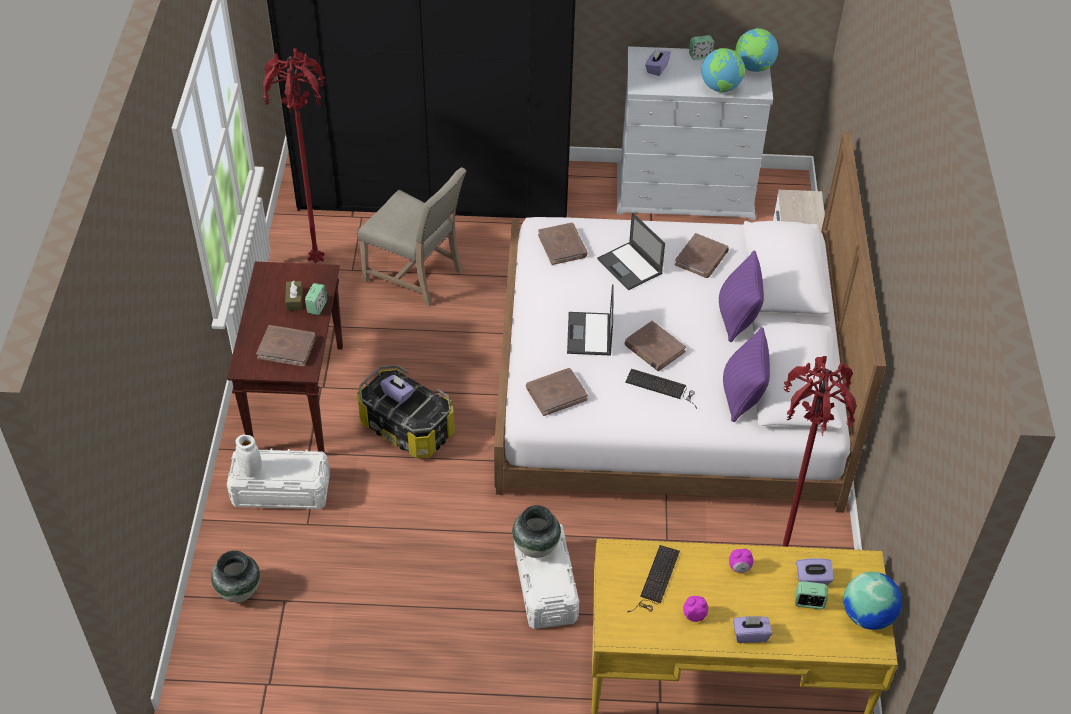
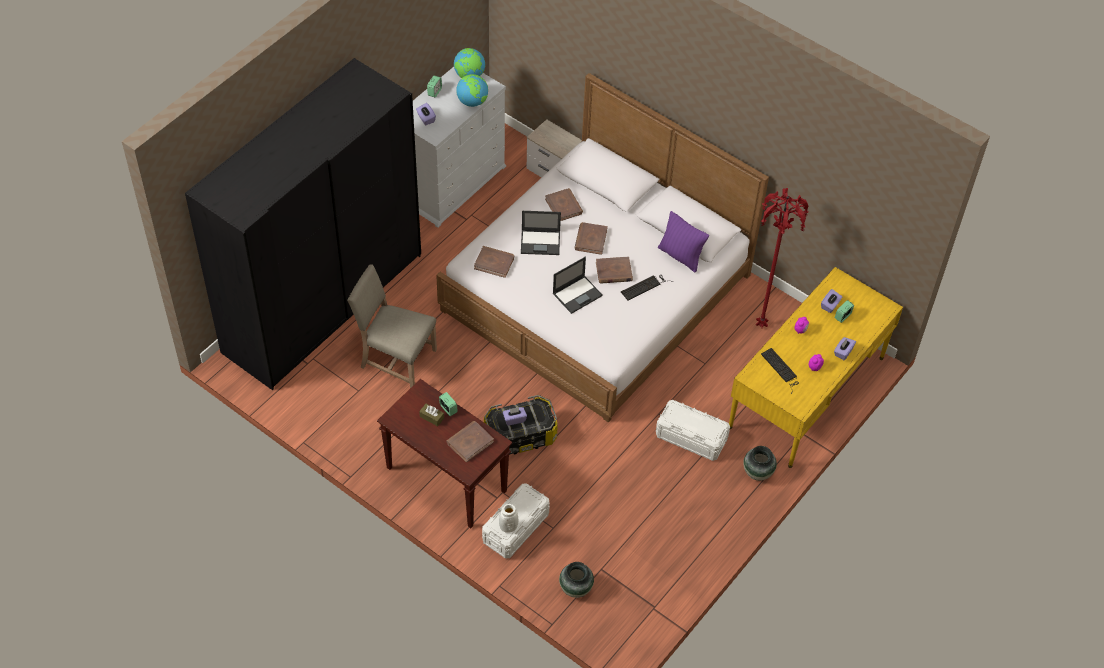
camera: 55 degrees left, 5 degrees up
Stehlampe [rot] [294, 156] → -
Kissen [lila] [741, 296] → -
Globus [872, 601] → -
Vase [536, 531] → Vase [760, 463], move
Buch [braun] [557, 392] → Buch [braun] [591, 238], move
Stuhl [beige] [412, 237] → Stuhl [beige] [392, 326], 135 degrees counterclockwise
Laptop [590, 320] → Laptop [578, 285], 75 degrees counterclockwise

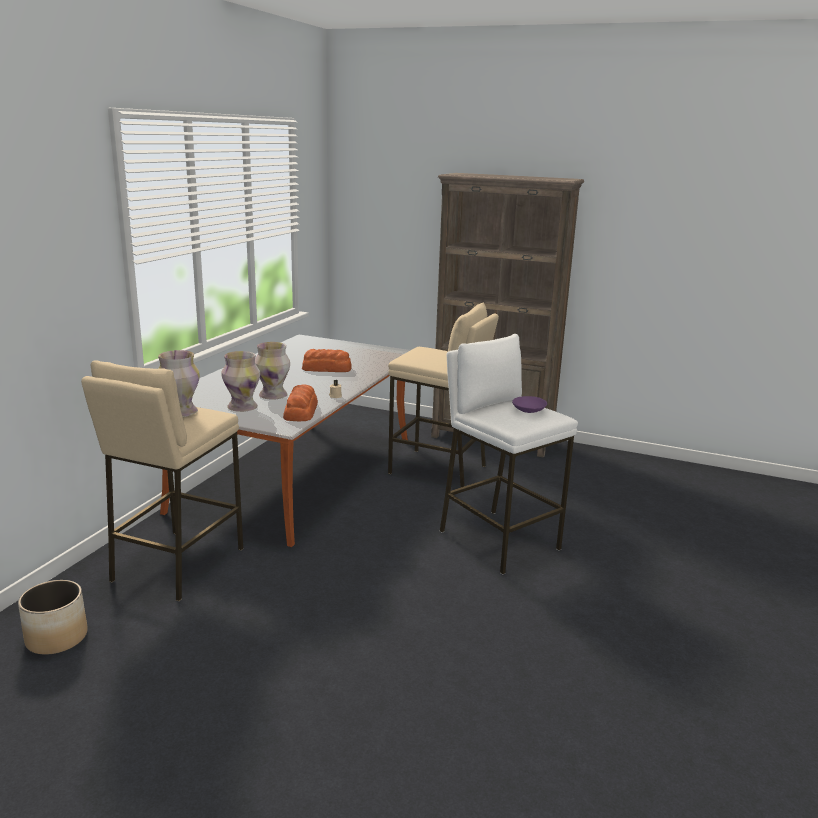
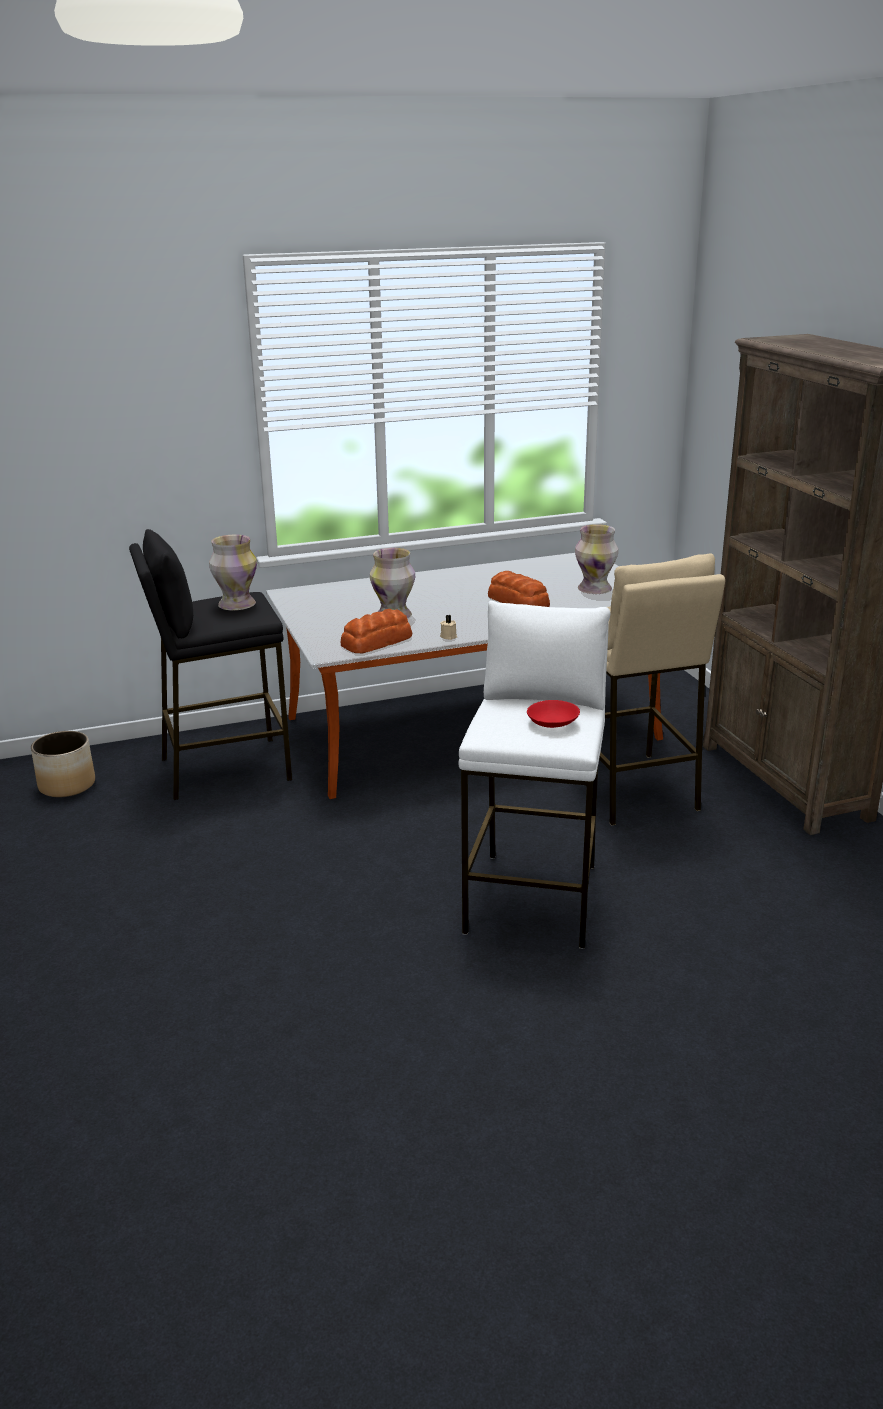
camera: 50 degrees right, 5 degrees up
Vase [241, 381] → Vase [596, 559], move
Hocker [beige] [162, 481] → Hocker [schwarz] [210, 664]
Schüssel [lila] [529, 404] → Schüssel [rot] [553, 714]

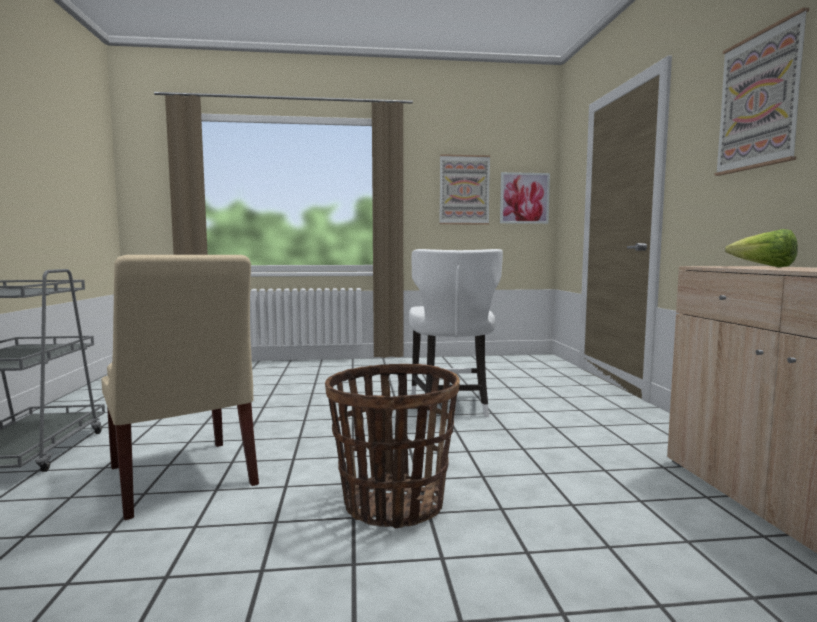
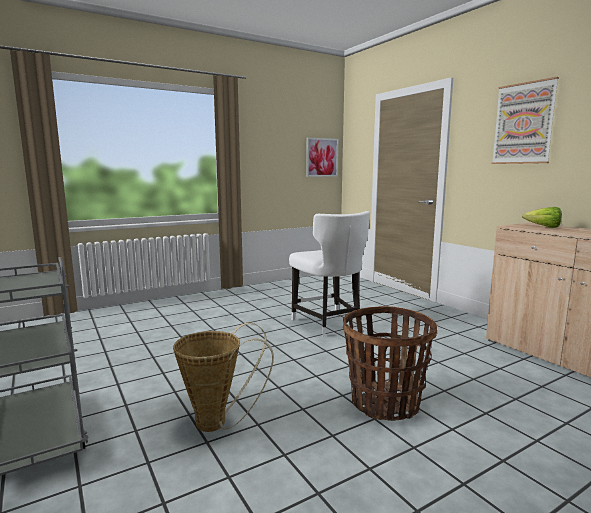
camera: 25 degrees left, 5 degrees up
Bild [464, 189] → -
Stuhl [beige] [180, 387] → Korb [223, 377]

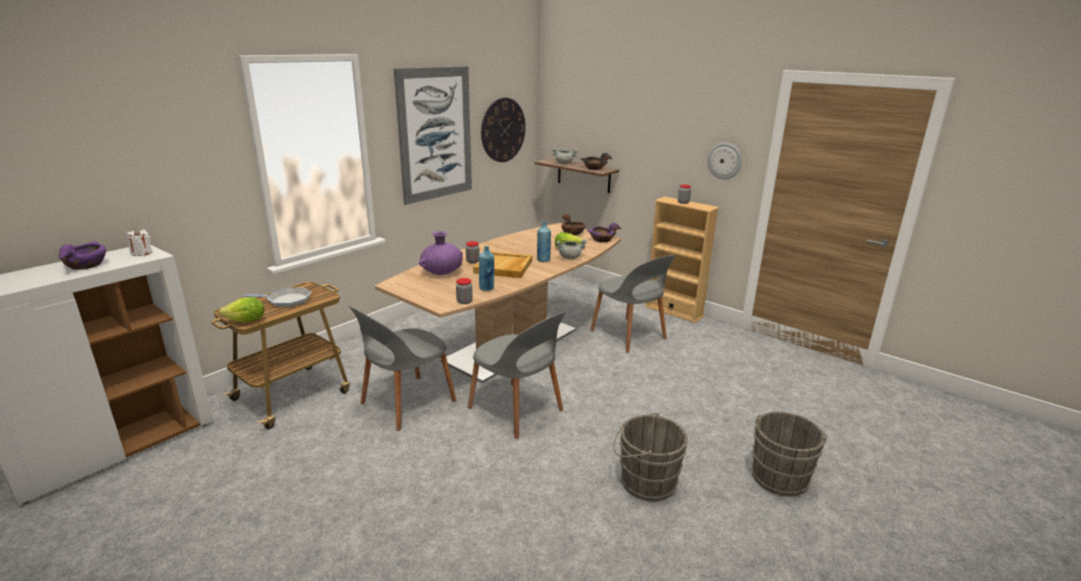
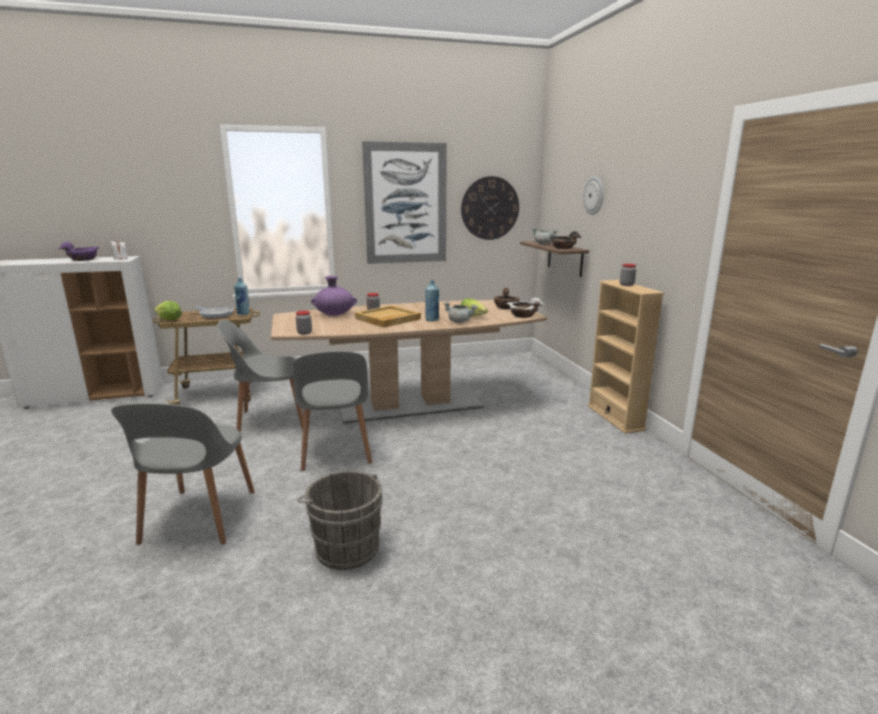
camera: 35 degrees right, 5 degrees down
Eimer [grau] [790, 454] → -
Flasche [blau] [486, 268] → Flasche [blau] [242, 296], move
Stuhl [grau] [632, 304] → Stuhl [grau] [183, 474], move
Wanduhr [724, 161] → Wanduhr [593, 195], move
Schüssel [lila] [604, 233] → Schüssel [weiß] [525, 308]

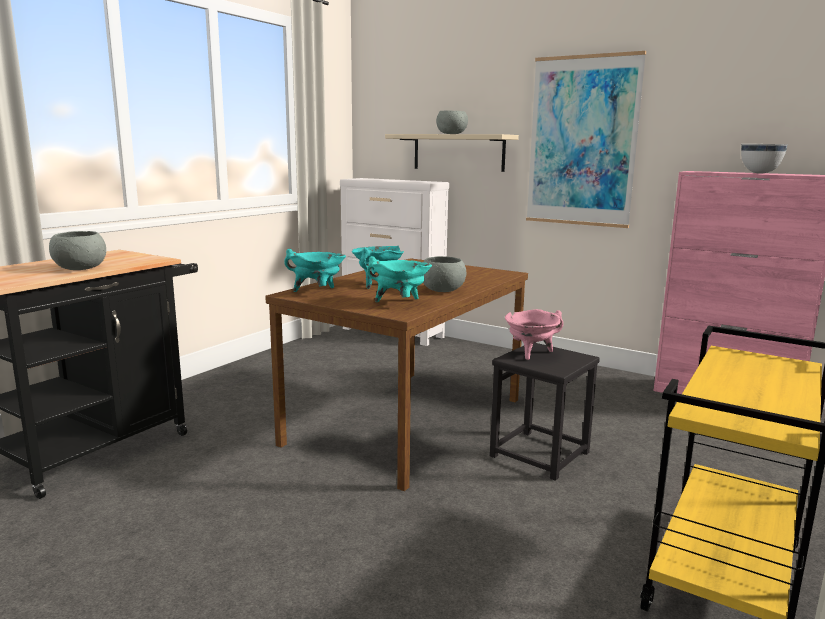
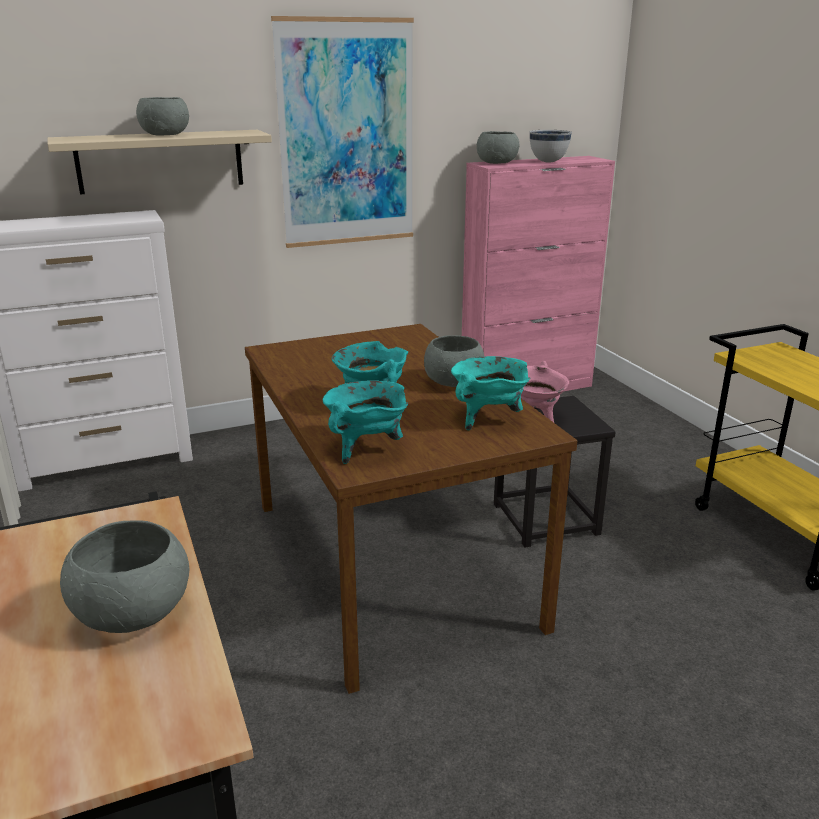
camera: 55 degrees left, 10 degrees up
- → Schüssel [grau] [498, 147]

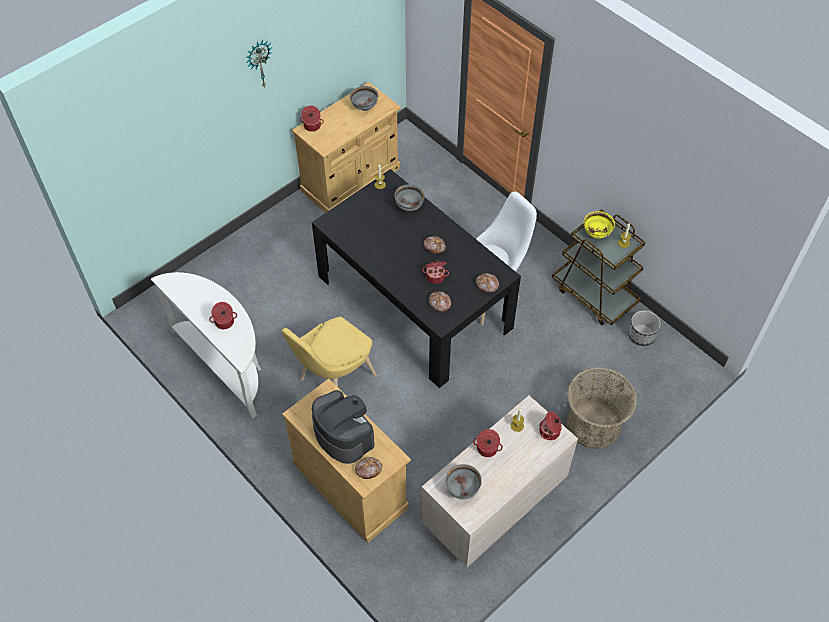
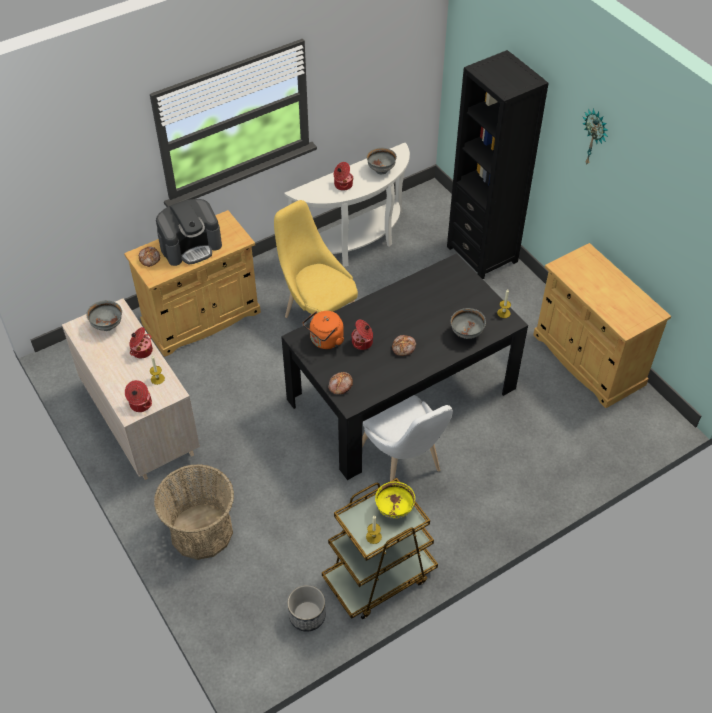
camera: 100 degrees right, 5 degrees down
Kochtopf [312, 118] → -
- → Bücherregal [schwarz] [498, 164]
Schüssel [grau] [364, 98] → Schüssel [grau] [381, 161], move
Brot [440, 301] → Wasserkessel [orange] [323, 330]

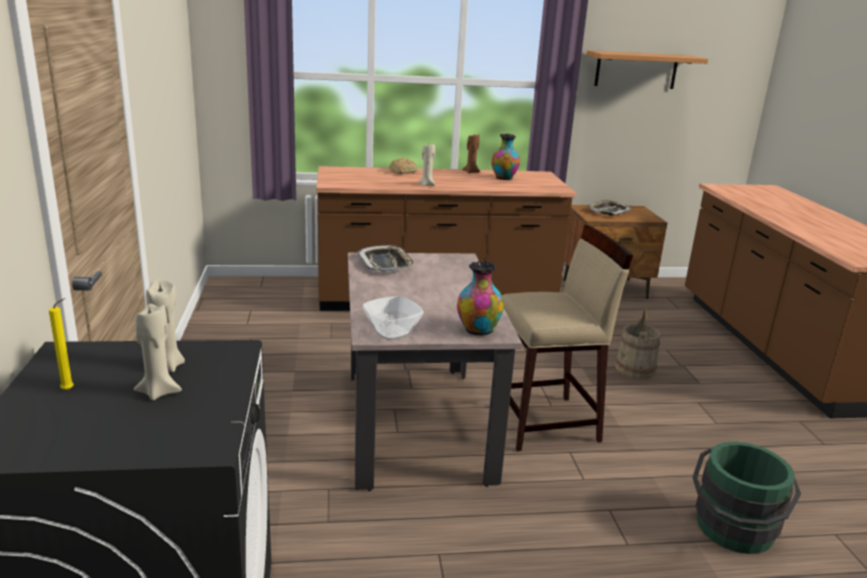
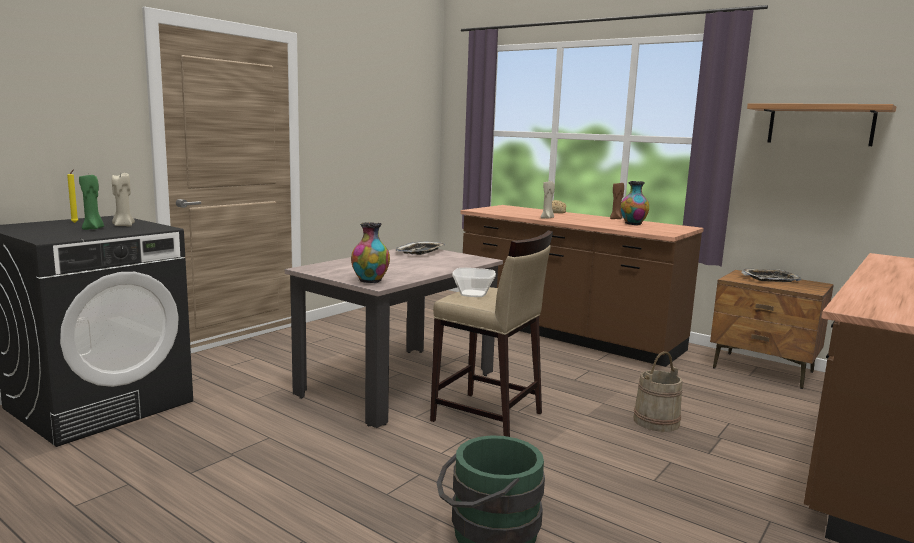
camera: 45 degrees right, 10 degrees down
Schüssel [393, 318] → Schüssel [474, 282], move
Kerze [beige] [158, 352] → Kerze [grün] [91, 202]

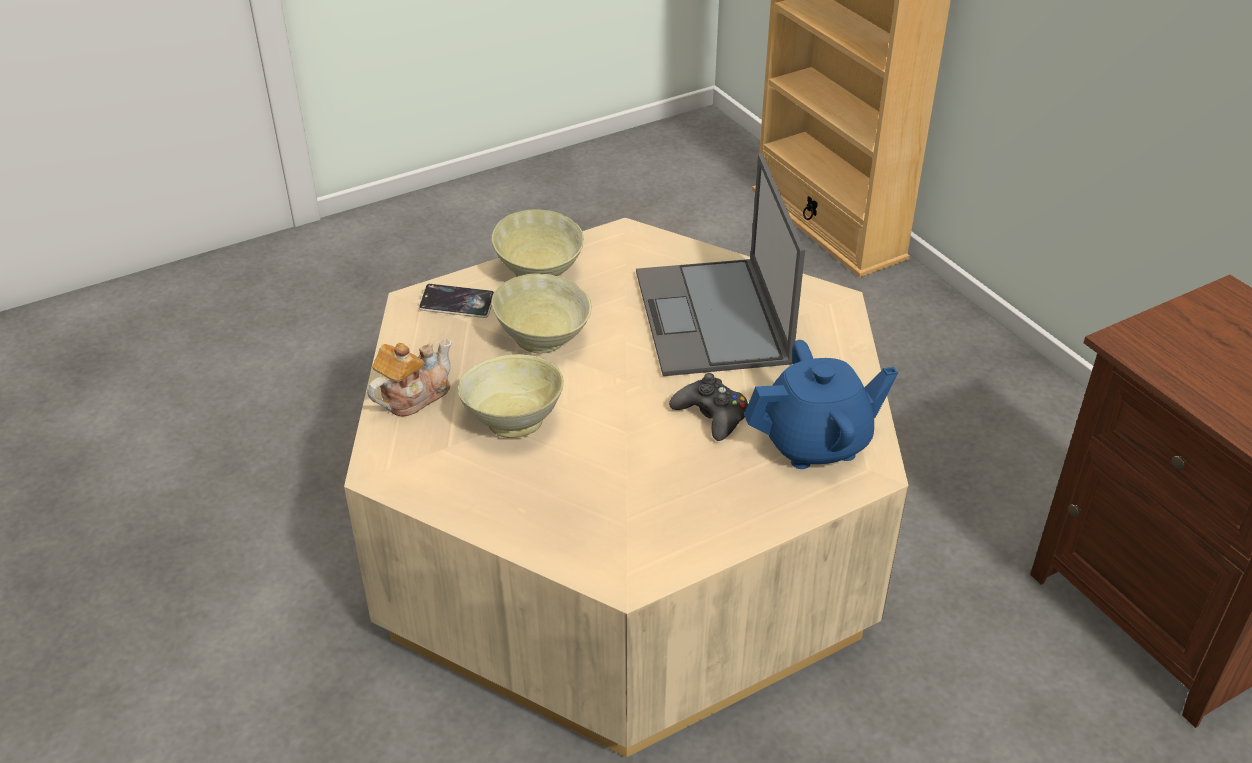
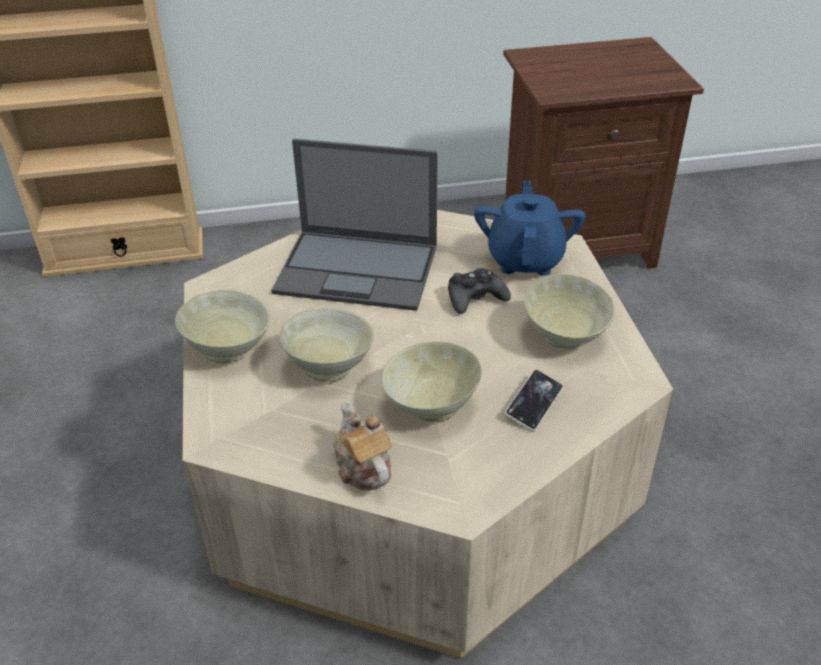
camera: 70 degrees left, 0 degrees up
- → Schüssel [beige] [569, 311]
Handy [456, 300] → Handy [534, 400], move

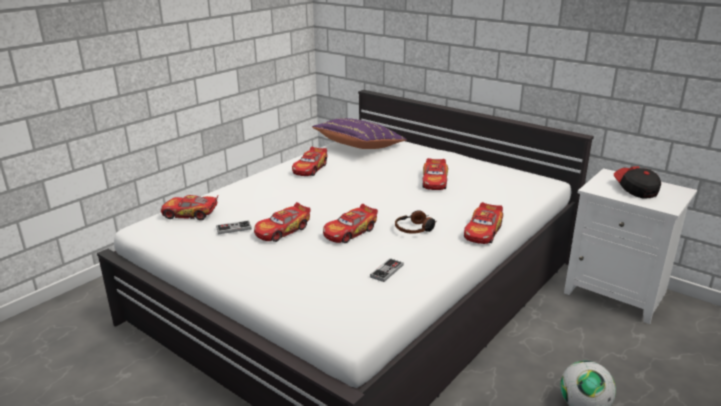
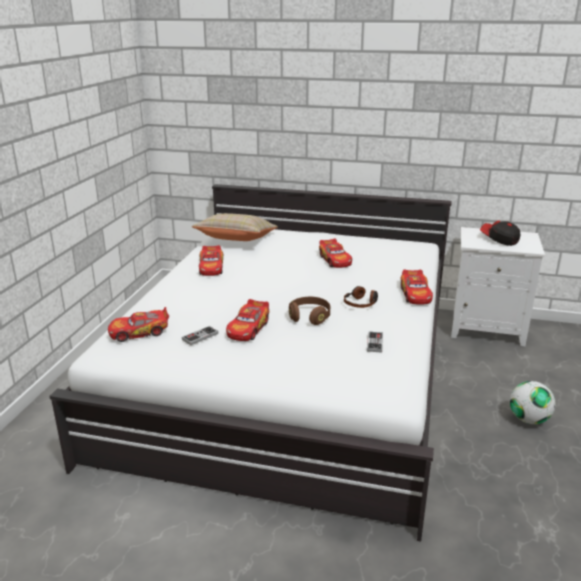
camera: 25 degrees left, 0 degrees up
Spielzeugauto [350, 223] → Kopfhörer [braun] [309, 311]
Kissen [lila] [359, 133] → Kissen [beige] [235, 227]

